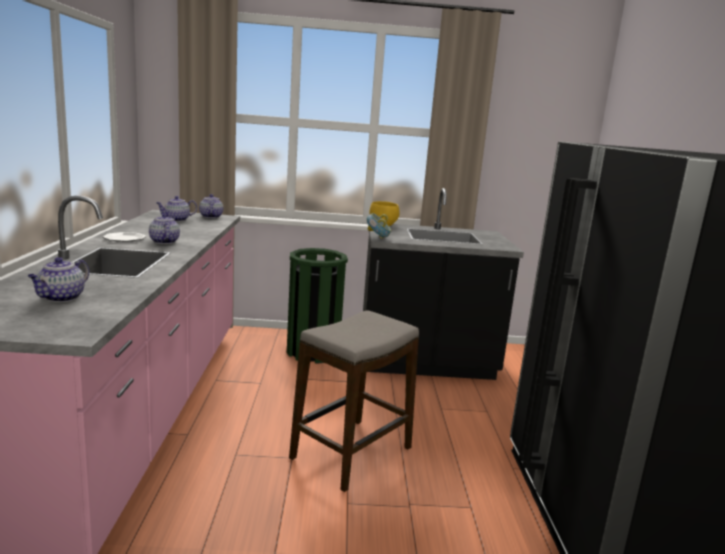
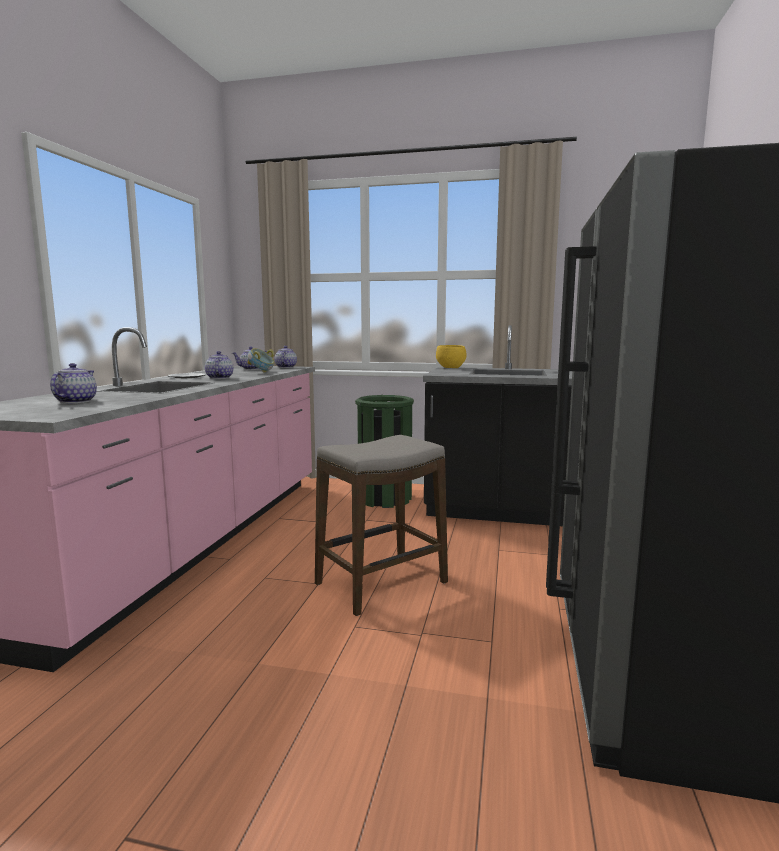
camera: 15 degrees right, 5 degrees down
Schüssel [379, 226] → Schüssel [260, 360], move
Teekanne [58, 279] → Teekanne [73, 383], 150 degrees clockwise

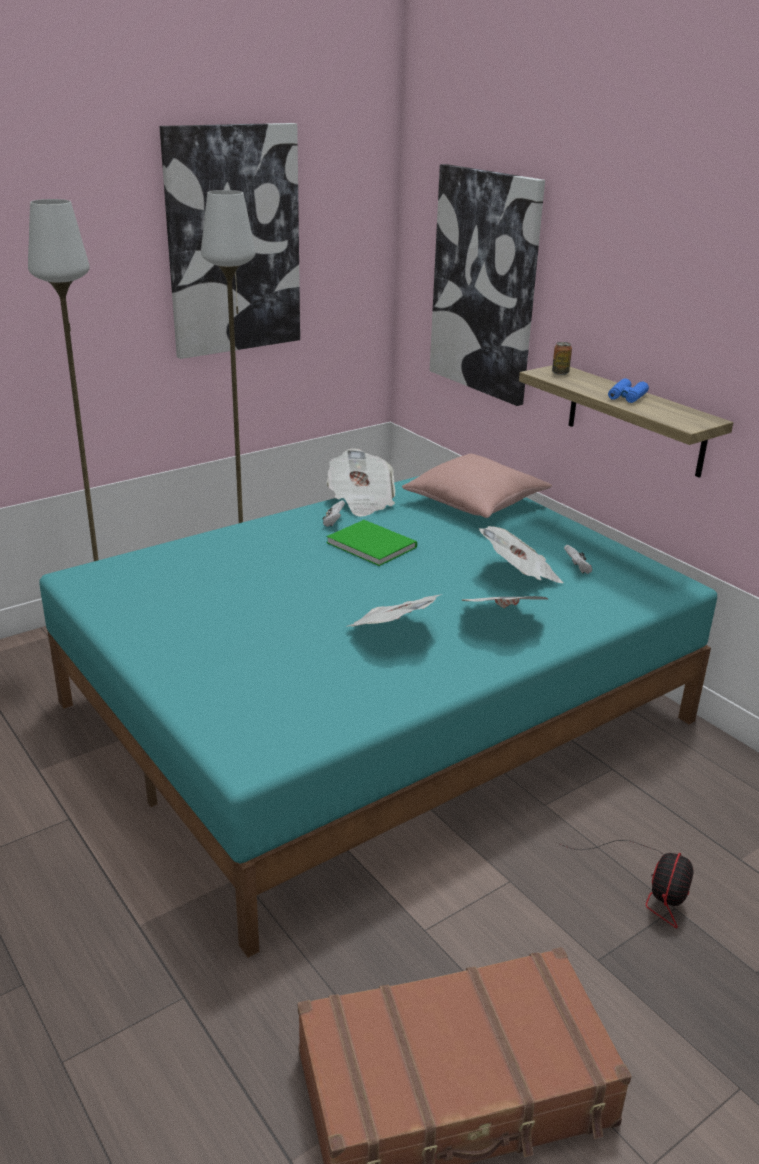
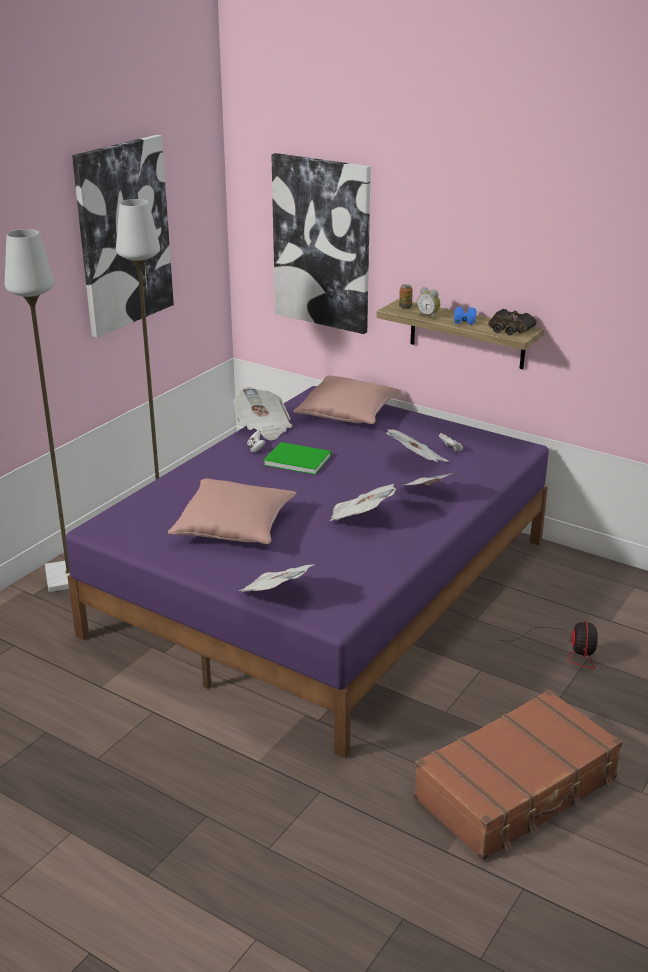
camera: 20 degrees left, 0 degrees up
- → Kissen [rosa] [232, 511]
- → Zeitung [277, 578]
- → Wecker [428, 303]
- → Fernglas [512, 322]
Bett [türkis] [378, 716] → Bett [lila] [307, 572]

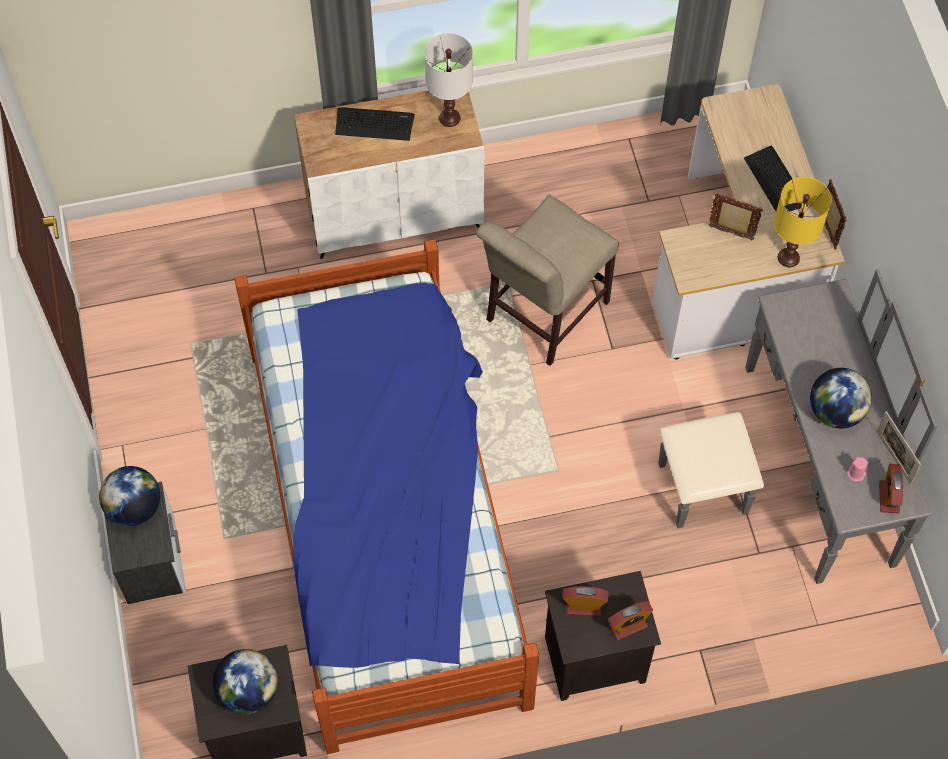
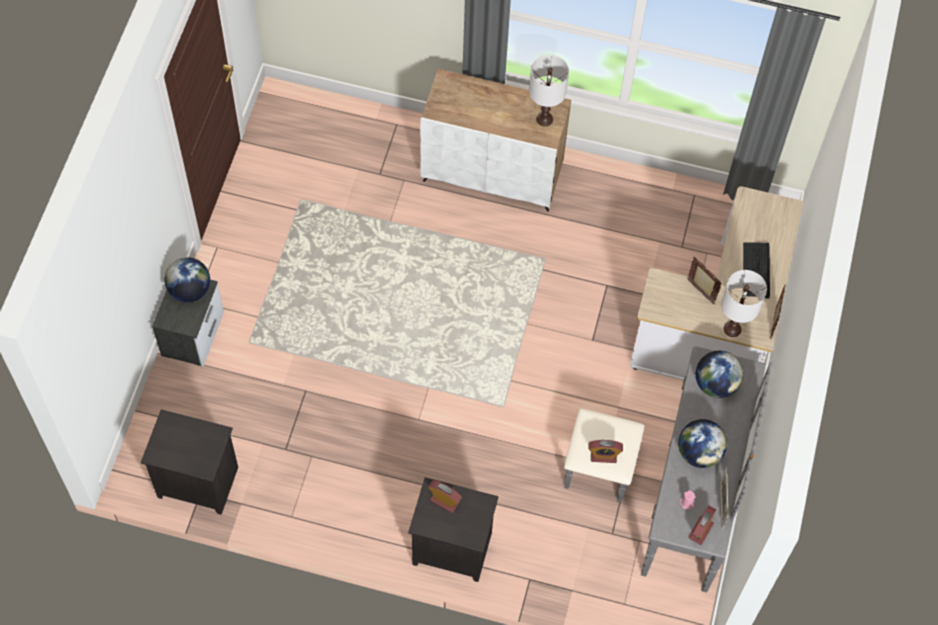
camera: 25 degrees right, 0 degrees up
Bett [386, 496] → -
Tastatur [375, 124] → -
Stuhl [beige] [547, 280] → -
Globus [245, 681] → Globus [720, 374], move
Wecker [630, 620] → Wecker [606, 451], move
Tischlampe [gelb] [802, 222] → Tischlampe [weiß] [744, 303]

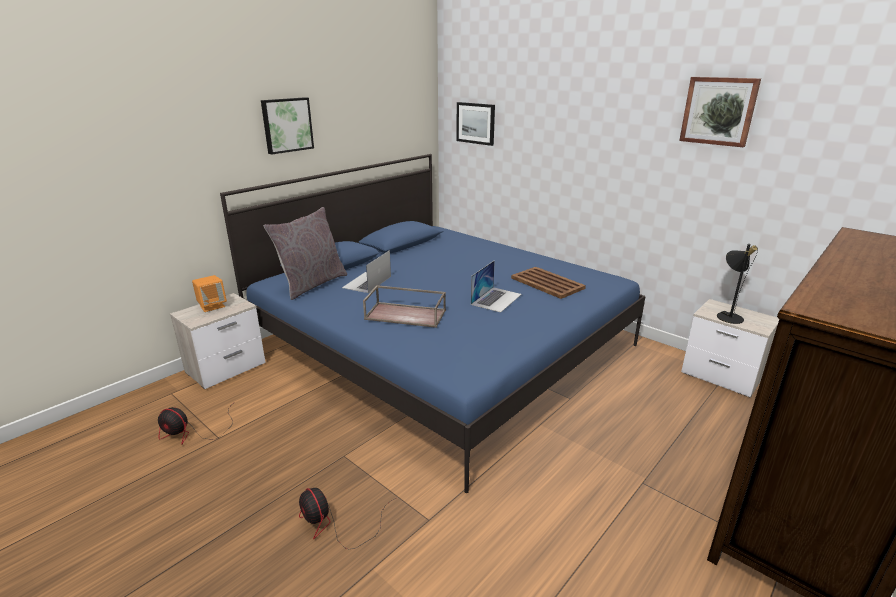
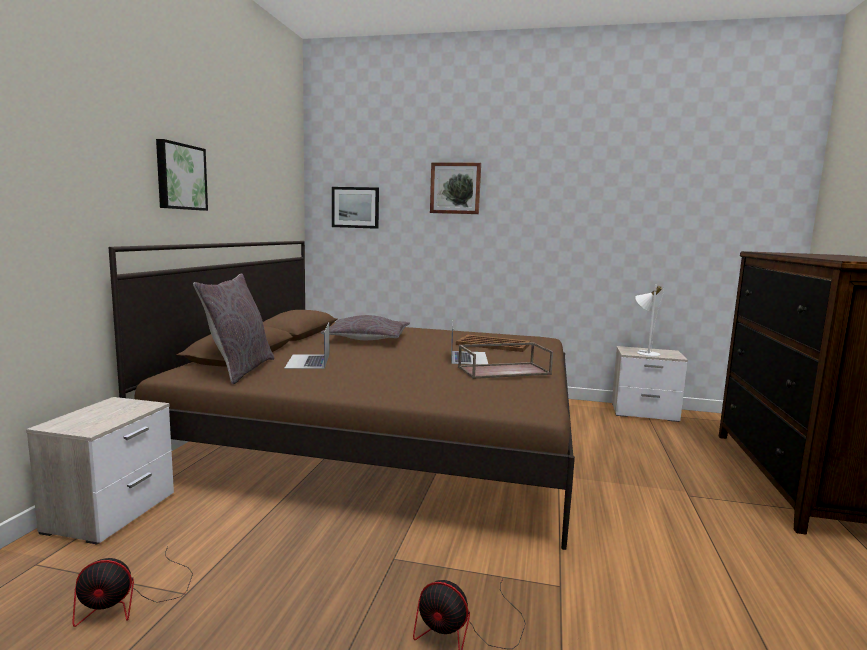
camera: 30 degrees left, 15 degrees down
Lautsprecher [orange] [209, 293] → -
- → Kissen [grau] [365, 327]
Tablett [braun] [404, 306] → Tablett [braun] [505, 360], move
Bild [720, 112] → Bild [455, 188], move
Bett [blau] [433, 323] → Bett [braun] [341, 395]
Tischlampe [schwarz] [737, 284] → Tischlampe [weiß] [649, 321]

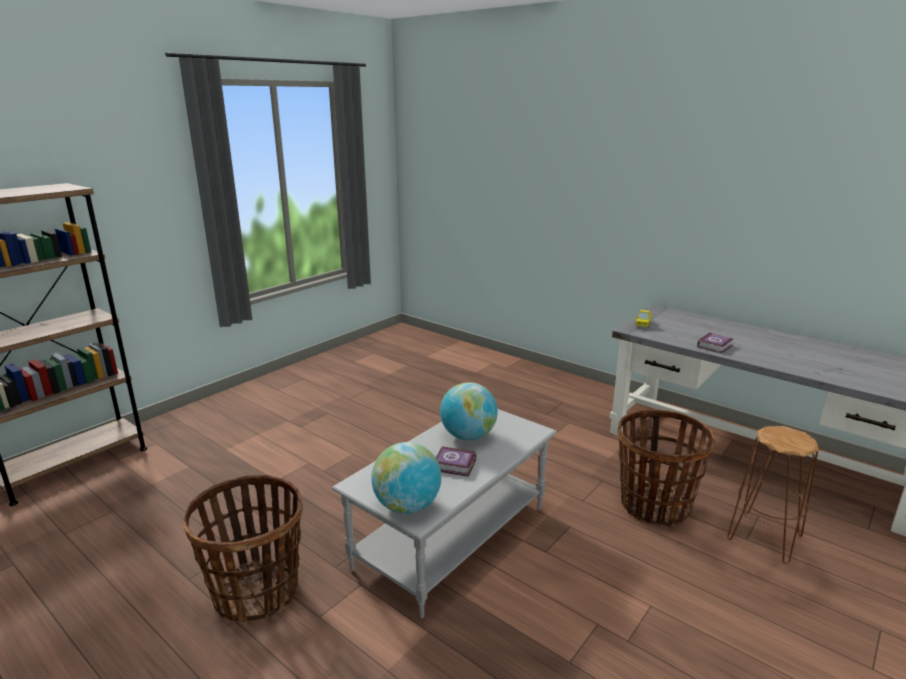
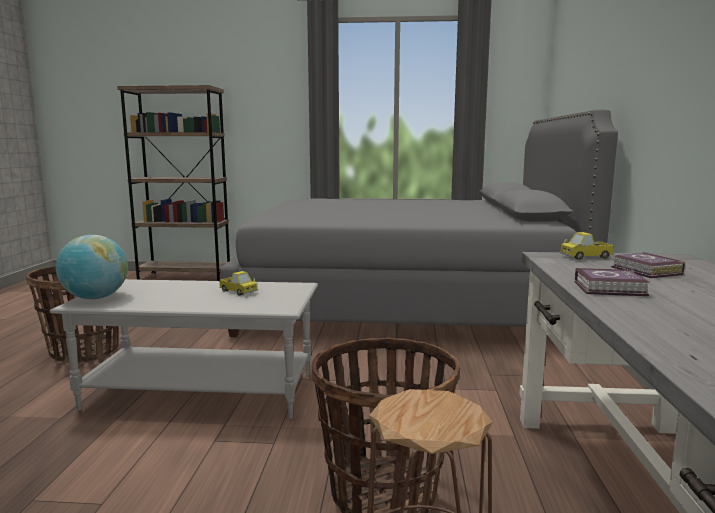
camera: 55 degrees right, 10 degrees down
- → Bett [grau] [419, 223]
Buch [456, 461] → Buch [648, 265], move
Globus [469, 411] → Spielzeuglaster [238, 283]

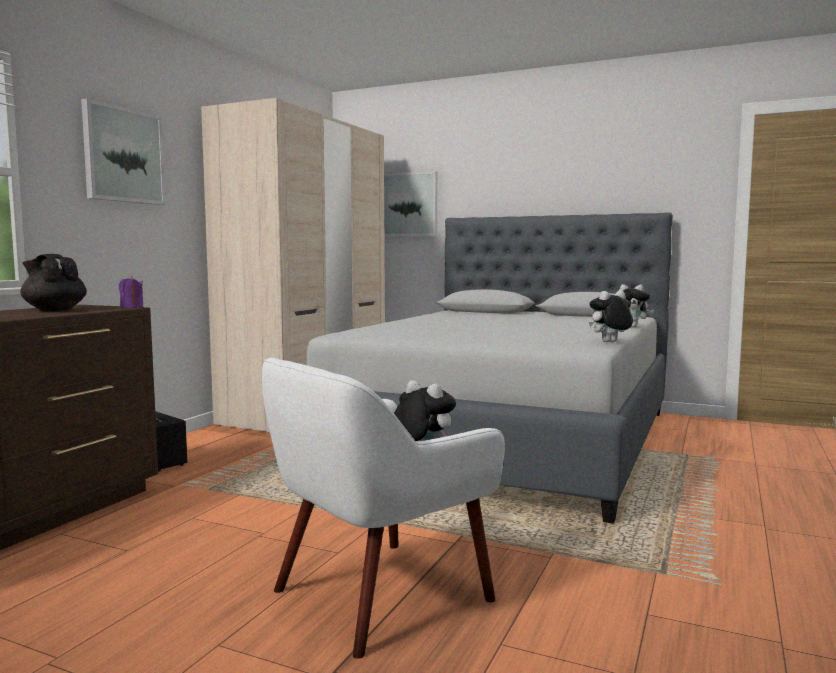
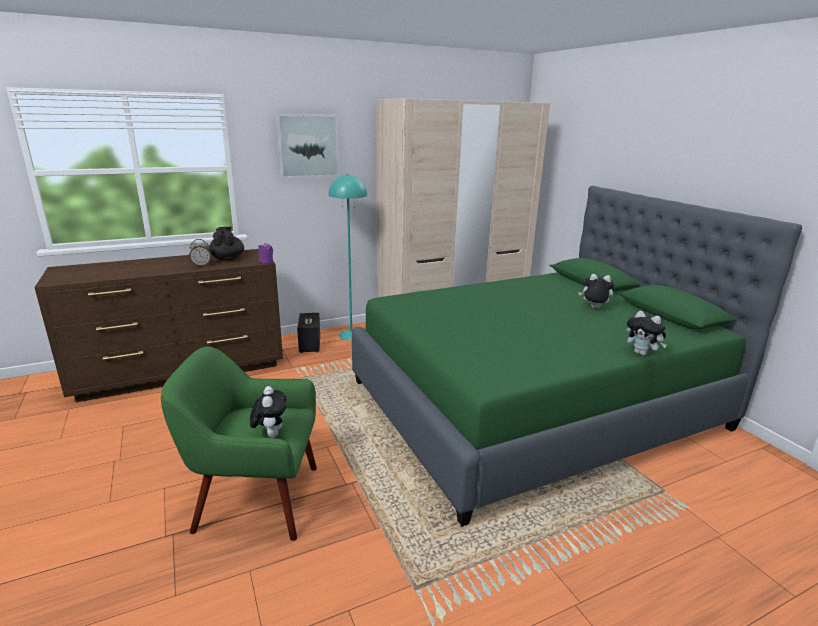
camera: 40 degrees right, 15 degrees up
Bild [410, 203] → -
- → Wecker [200, 252]
- → Stehlampe [türkis] [348, 257]
Plüschtier [611, 316] → Plüschtier [596, 291], move
Sessel [weiß] [383, 508] → Sessel [grün] [239, 444]
Bett [grau] [490, 368] → Bett [grün] [577, 356]

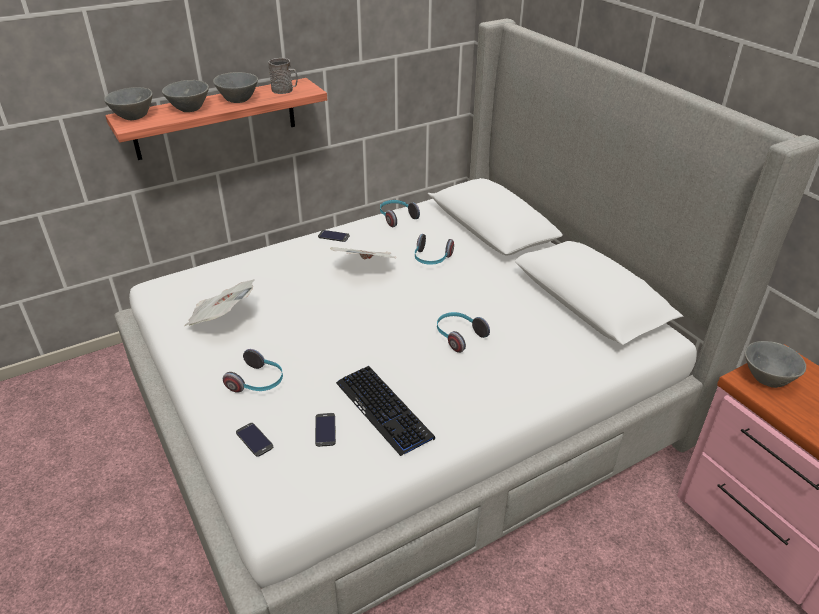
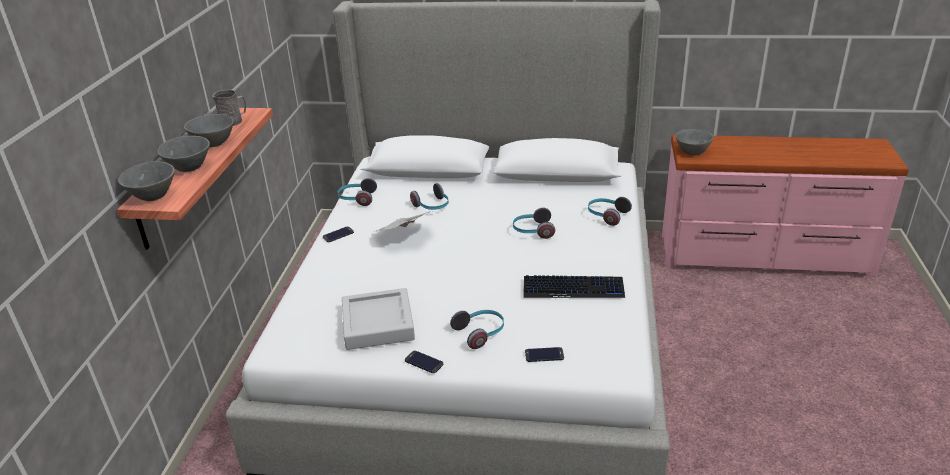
camera: 50 degrees left, 5 degrees down
- → Kopfhörer [610, 211]
Handy [325, 430] → Handy [424, 362], move
Zeitung [220, 302] → Tablett [grau] [378, 319]

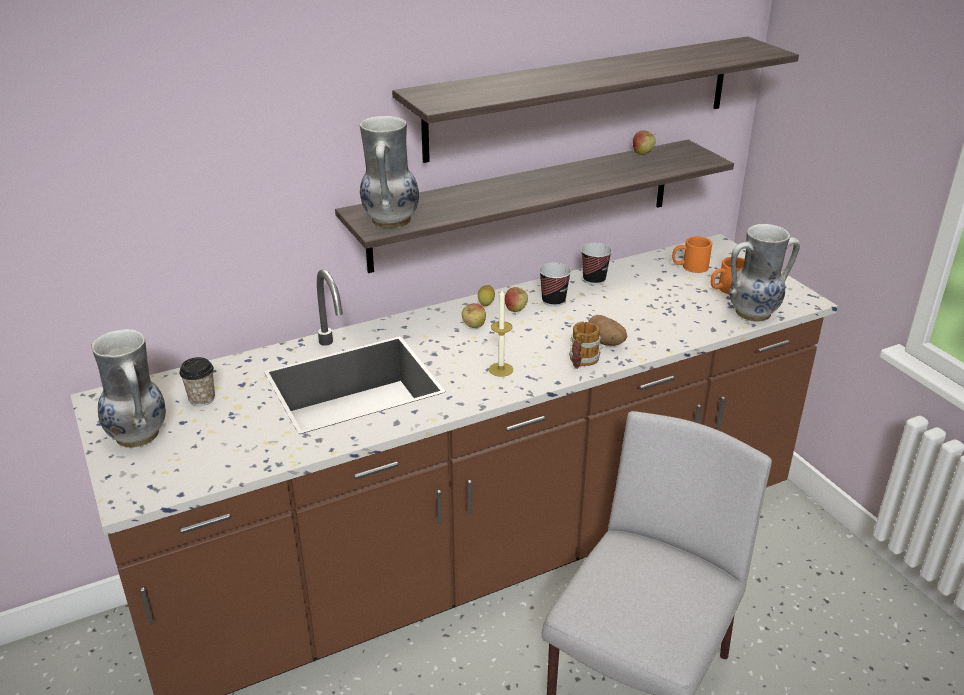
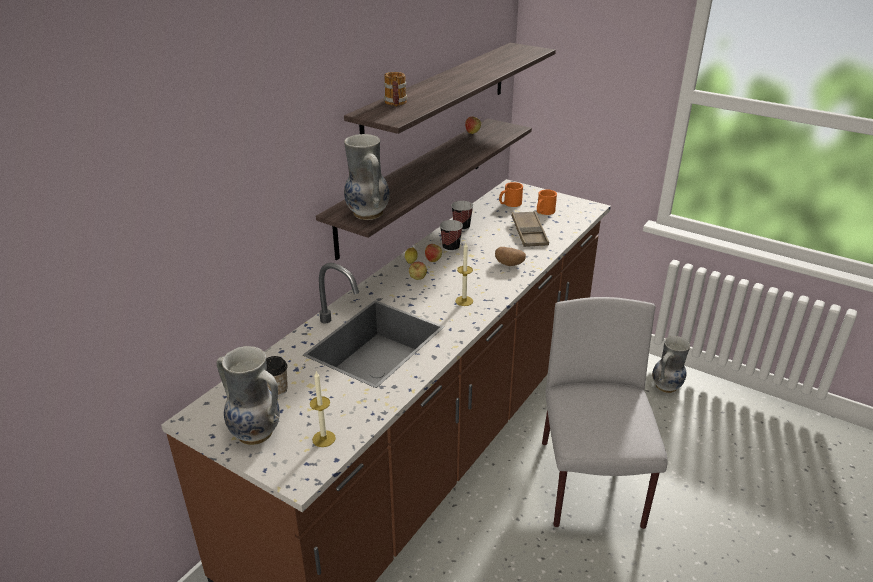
camera: 30 degrees left, 0 degrees up
- → Kerze [323, 409]
- → Tablett [braun] [530, 229]
Henkelbecher [585, 345] → Henkelbecher [395, 89], move
Vase [764, 273] → Vase [671, 364], move

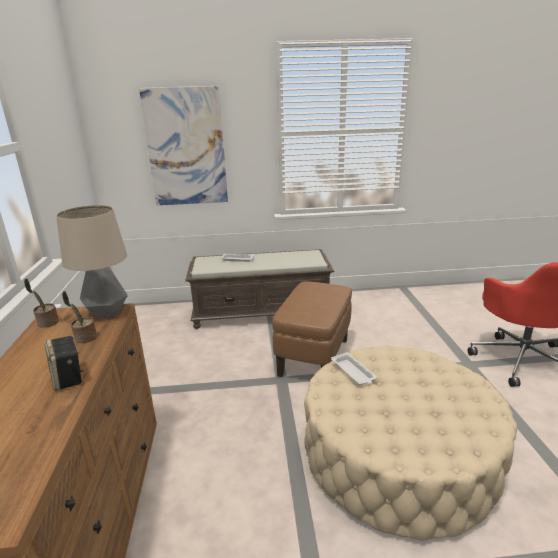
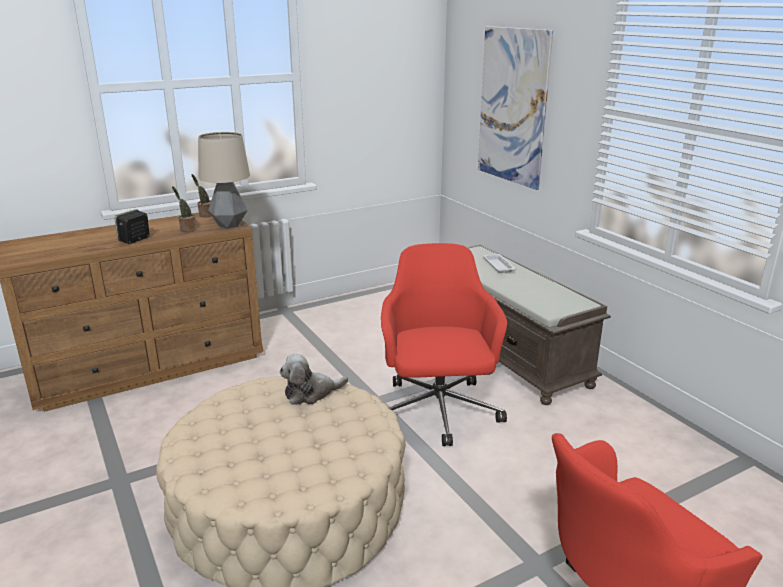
camera: 65 degrees right, 0 degrees up
Polsterhocker [braun] [312, 329] → Bürostuhl [rot] [444, 344]
Tablett [weiß] [354, 368] → Plüschtier [314, 379]

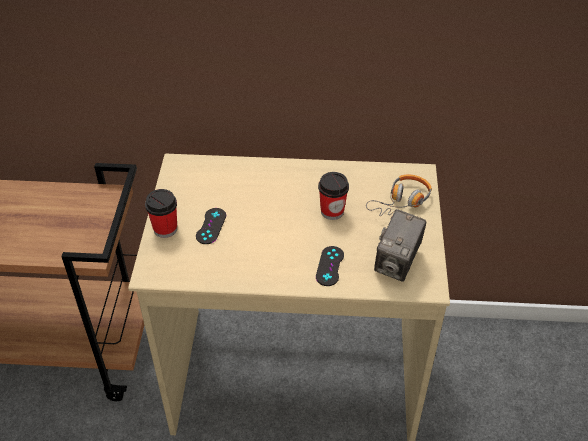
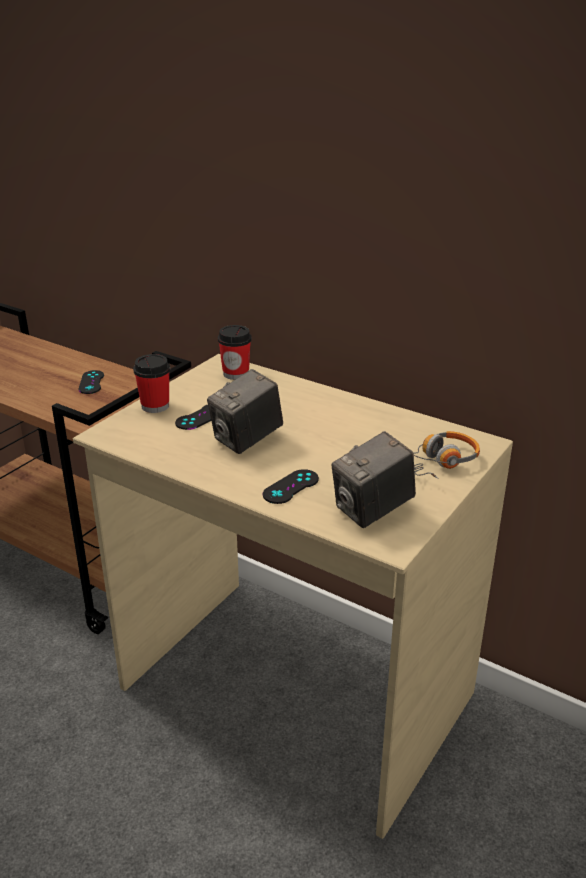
camera: 30 degrees right, 15 degrees down
- → Gamepad [schwarz] [91, 382]
- → Kamera [245, 411]
Tasse [333, 196] → Tasse [235, 352], move

